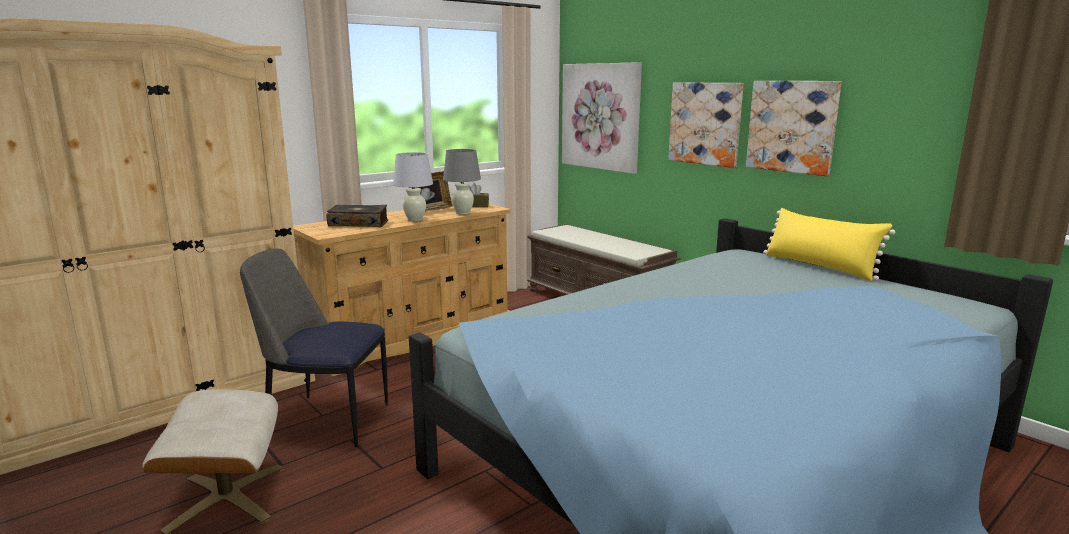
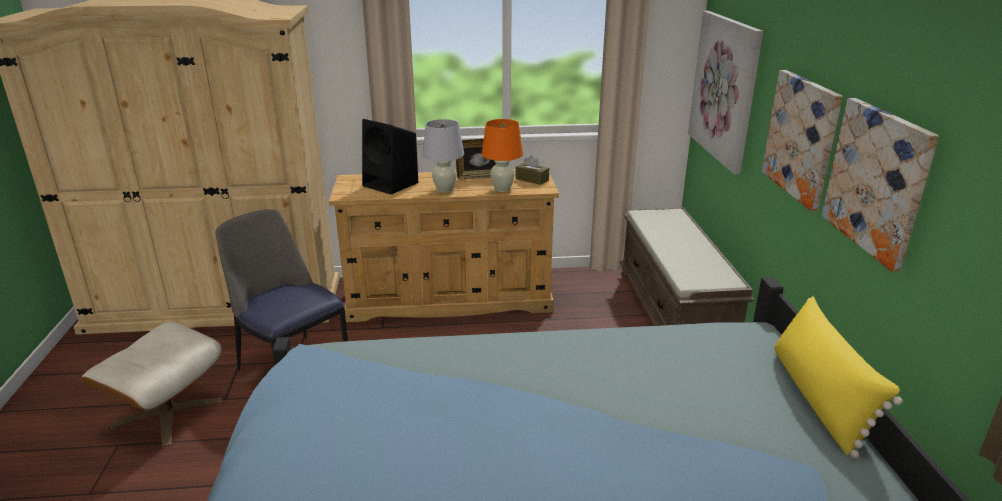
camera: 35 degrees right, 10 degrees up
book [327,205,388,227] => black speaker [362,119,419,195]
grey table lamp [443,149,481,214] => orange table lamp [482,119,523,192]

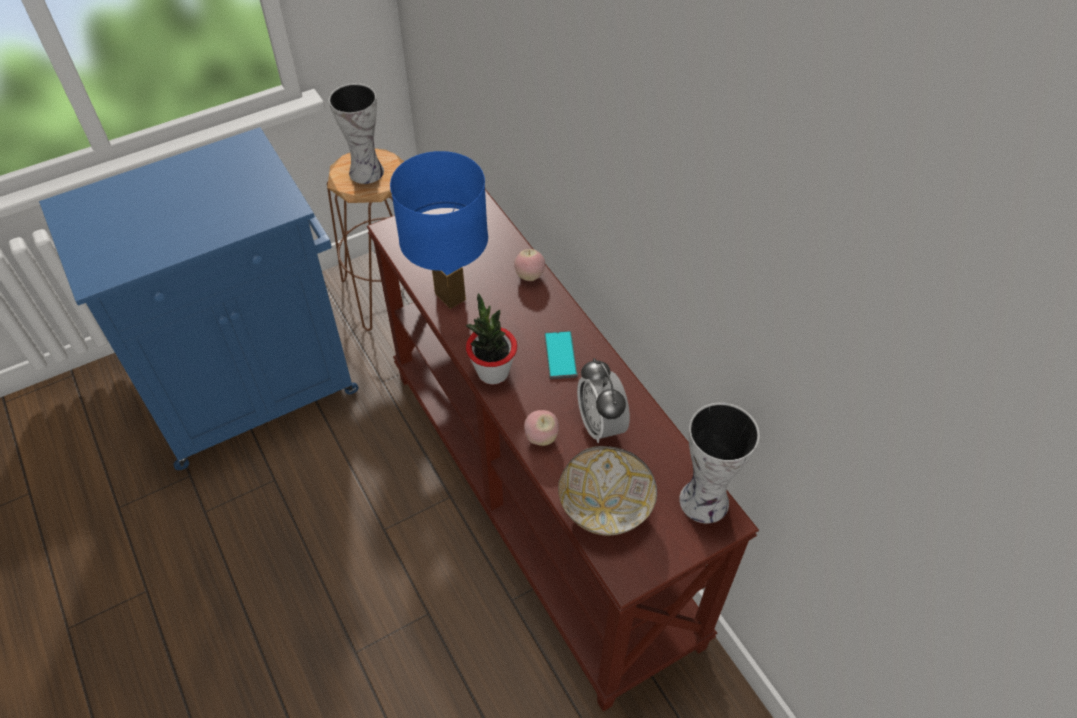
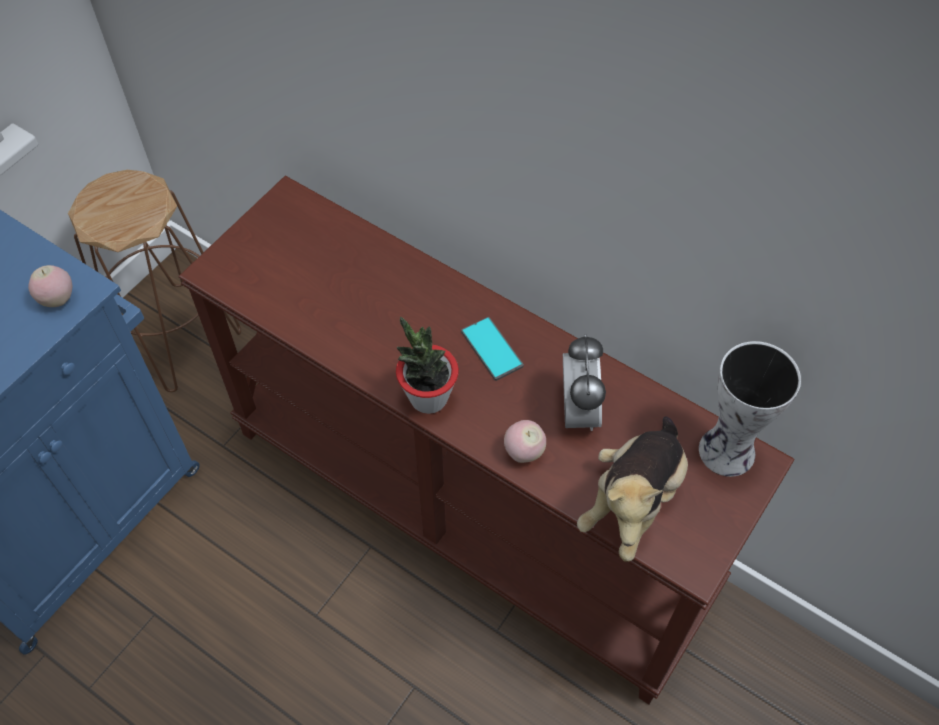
camera: 25 degrees left, 5 degrees up
vase [329,83,384,184] => nothing
blue table lamp [390,151,488,309] => nothing
apple [514,249,545,281] => apple [28,265,72,307], shifted
bowl [558,446,657,536] => plush toy [577,417,688,562]
alarm clock [577,358,630,443] => alarm clock [563,334,606,431], 135 degrees counterclockwise

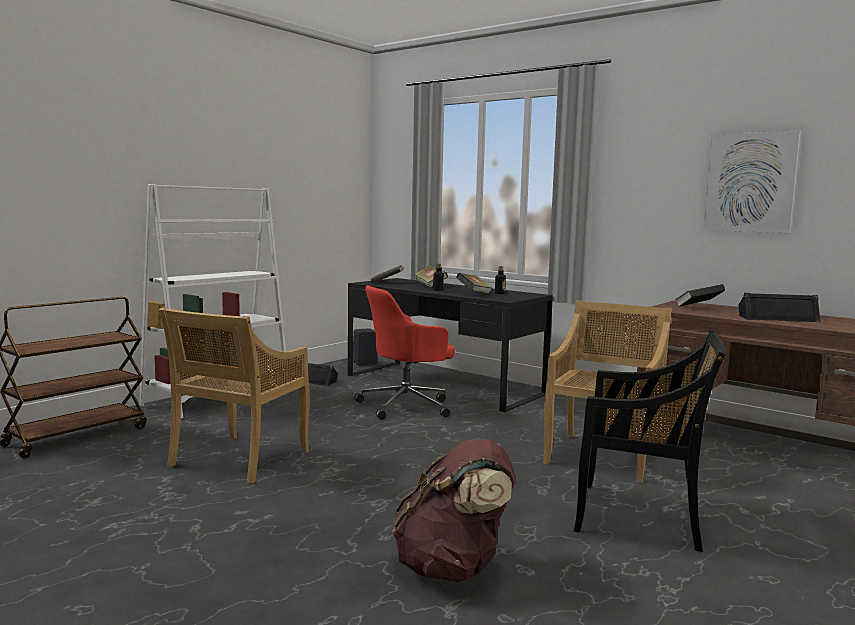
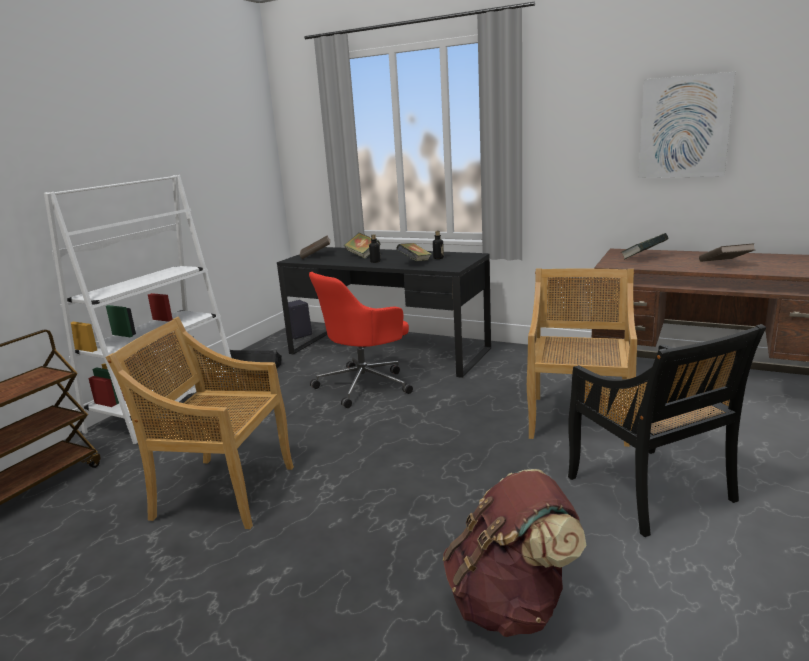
camera: 10 degrees left, 10 degrees up
beige chair [159,307,310,484] => beige chair [106,317,294,529], 90 degrees clockwise
black chair [574,329,725,552] => black chair [568,324,766,537], 60 degrees clockwise
black speaker [738,293,821,323] => brown book [699,243,755,262]

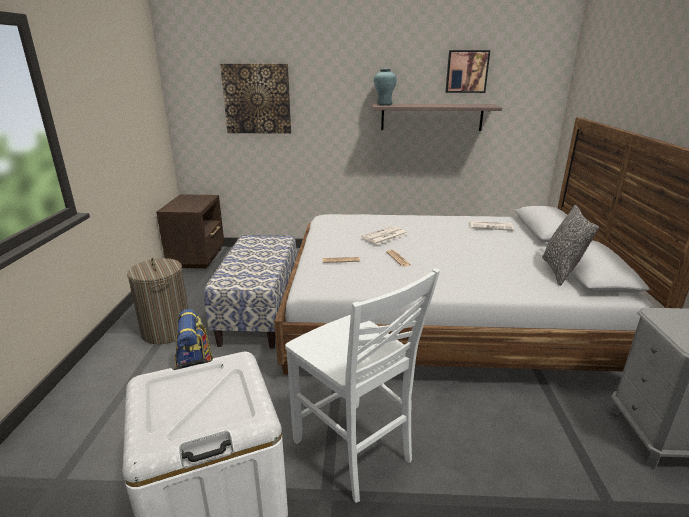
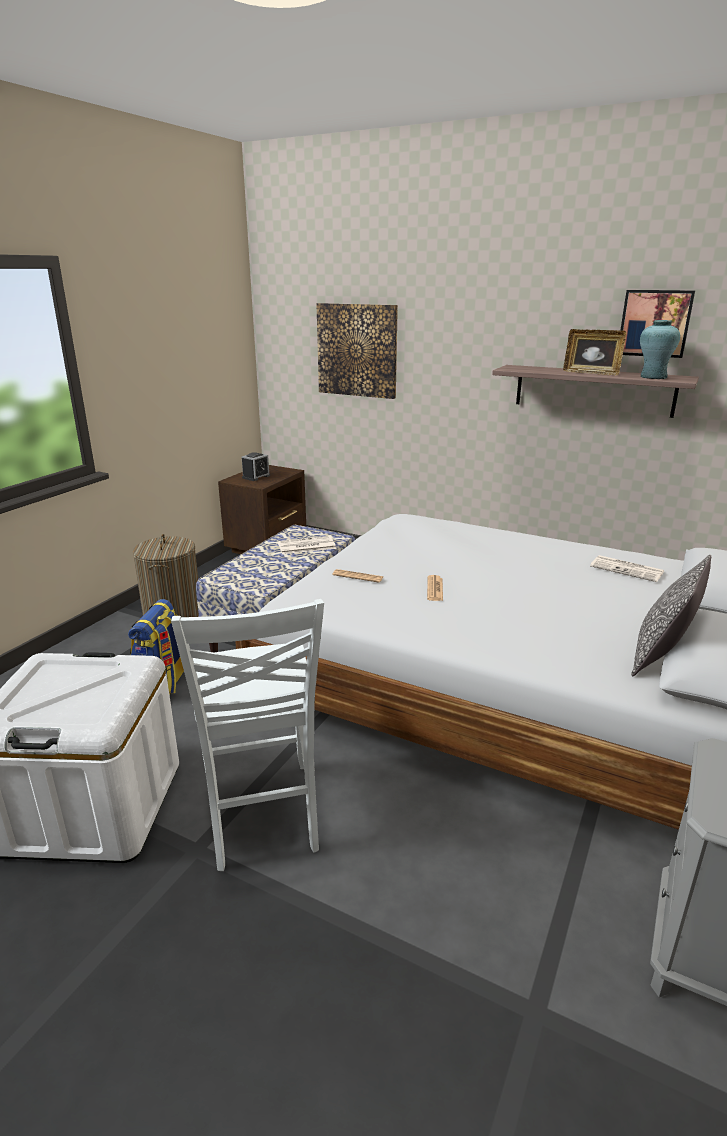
camera: 25 degrees right, 0 degrees up
newspaper [361,226,407,245] => newspaper [278,536,336,554], shifted
turquoise vase [374,69,397,105] => turquoise vase [640,320,680,379], shifted
nothing => alarm clock [241,452,270,481]
nothing => picture frame [563,329,626,375]

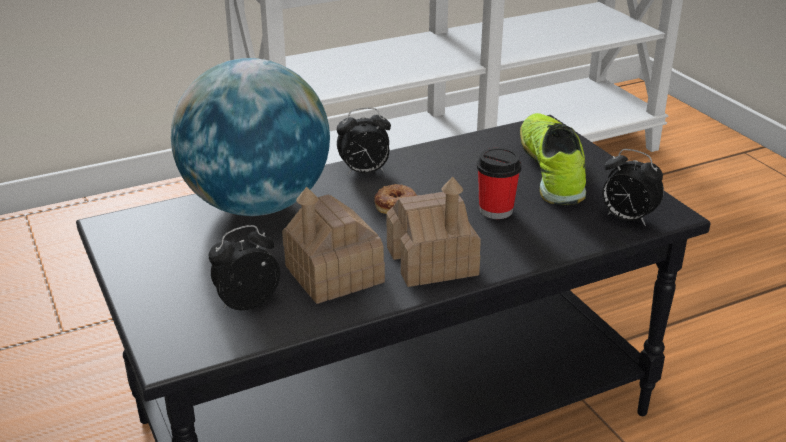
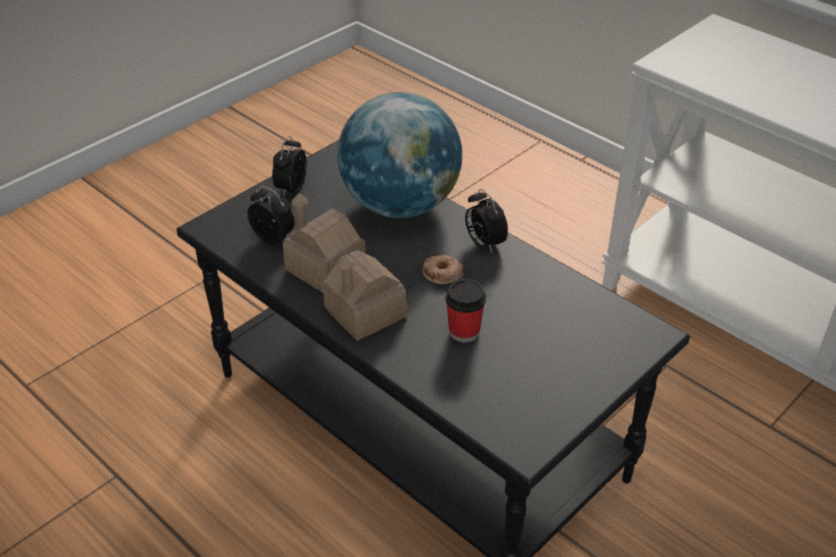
camera: 70 degrees right, 10 degrees up
shoe [520,113,586,205] => nothing
alarm clock [602,149,664,226] => alarm clock [272,136,307,197], shifted

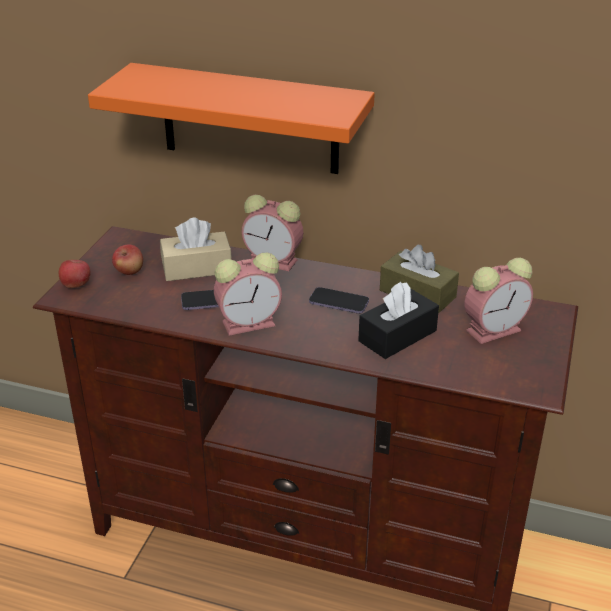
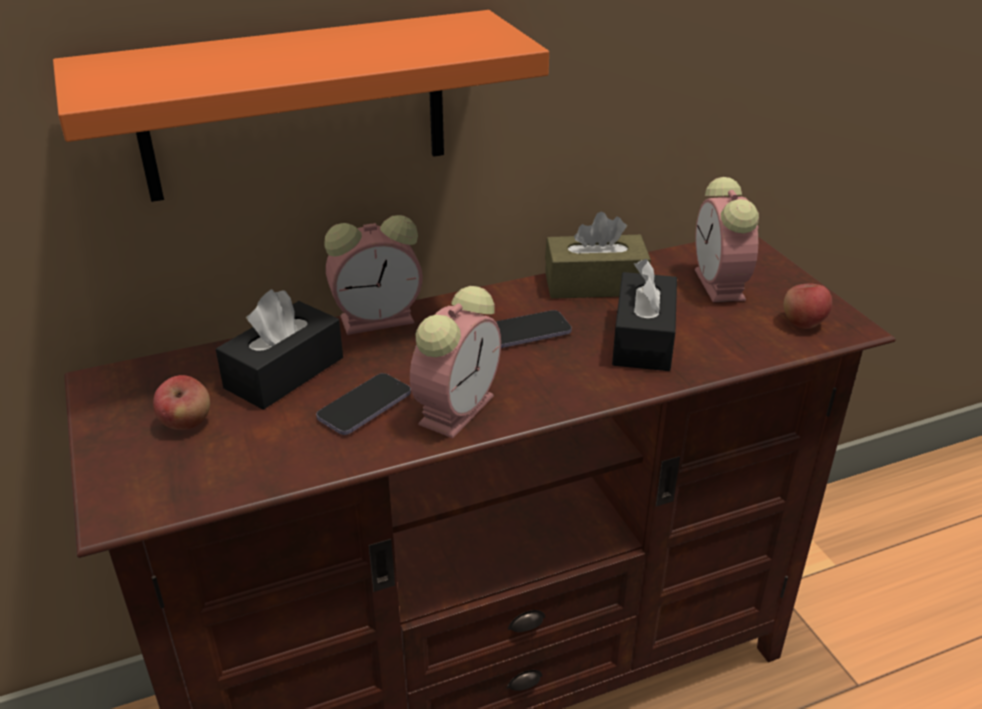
camera: 40 degrees left, 0 degrees up
apple [59,260,91,288] => apple [783,283,832,329], shifted
beige tissue box [160,217,232,281] => black tissue box [216,289,343,410]
alarm clock [465,258,533,344] => alarm clock [695,177,759,303], 150 degrees clockwise

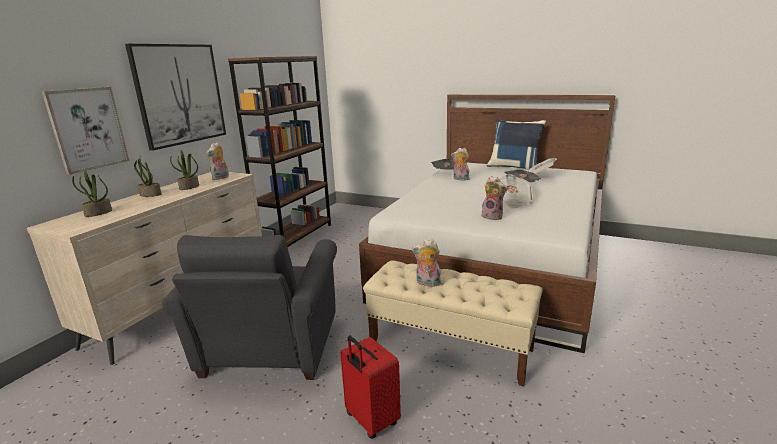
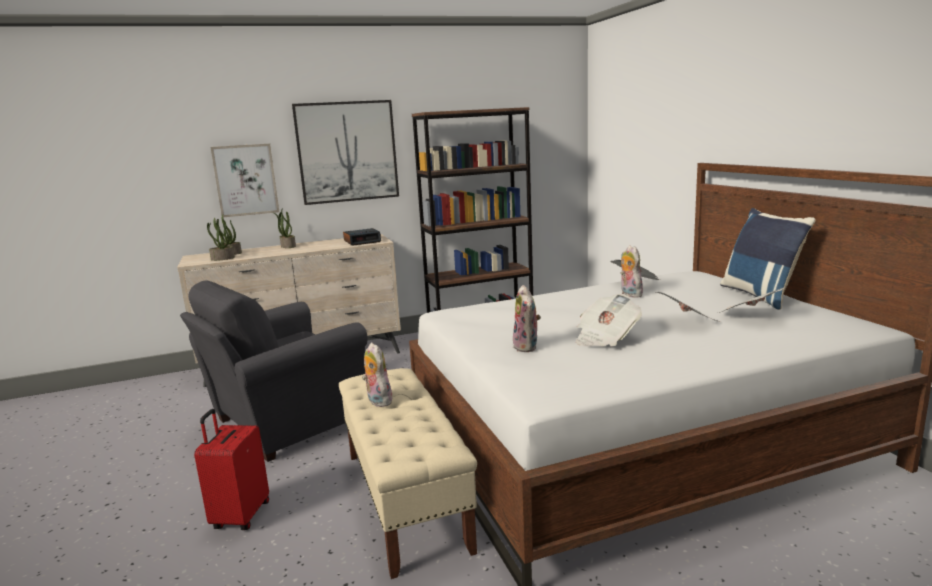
camera: 45 degrees right, 5 degrees down
potted plant [170,150,199,190] => potted plant [207,218,235,261], shifted
plush toy [206,142,229,180] => alarm clock [343,228,381,246]

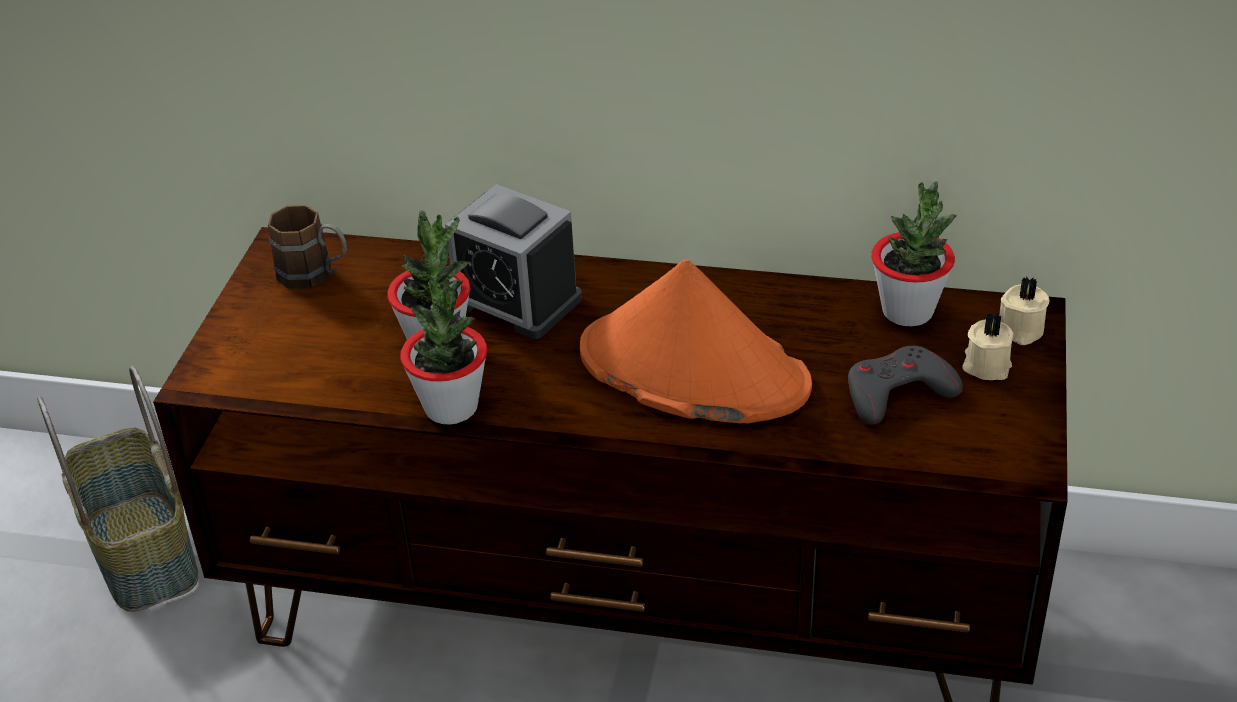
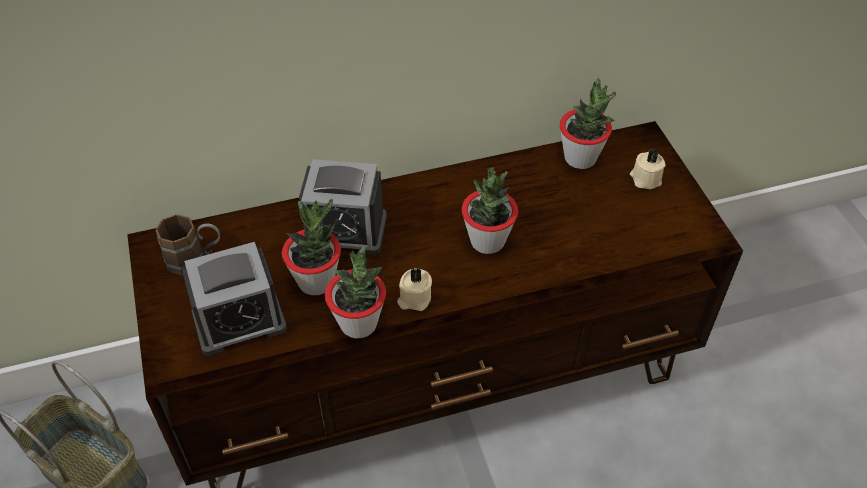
camera: 30 degrees left, 10 degrees up
orange hat [580,259,812,423] => potted plant [461,167,518,254]
grey game controller [848,346,963,425] => nothing
beige candle [999,276,1049,345] => beige candle [397,267,432,311], shifted
nothing => alarm clock [182,242,287,356]

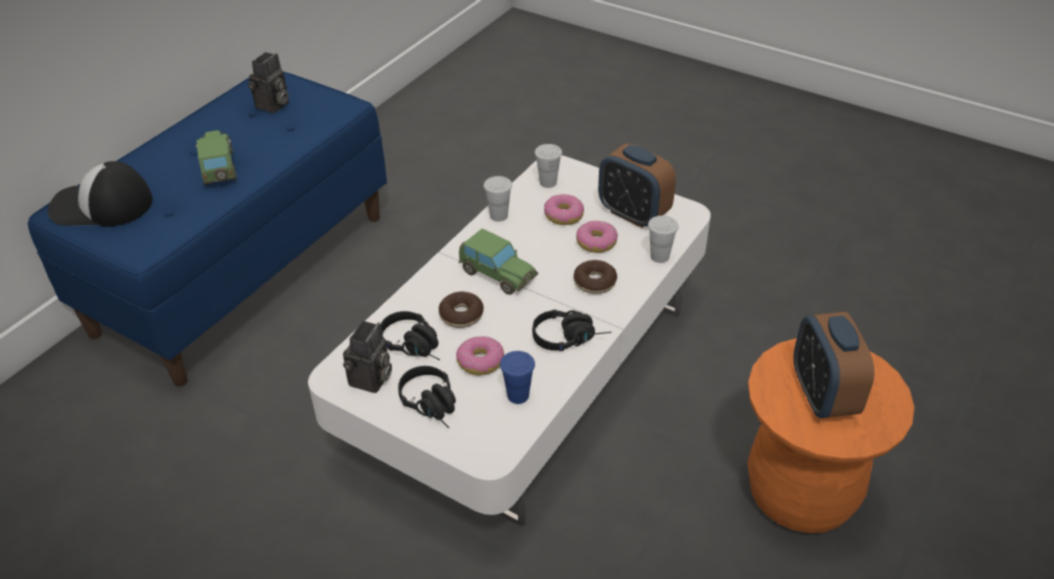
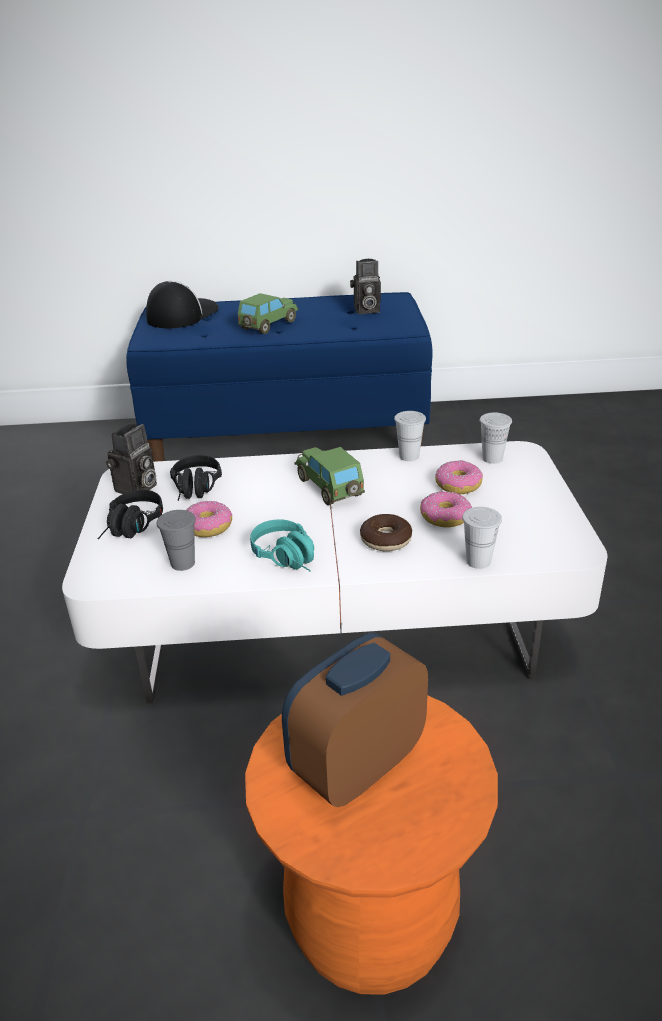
camera: 55 degrees right, 10 degrees down
cap [48,161,153,227] => cap [146,281,219,328], 60 degrees clockwise
photo camera [343,321,392,393] => photo camera [106,423,157,494], 45 degrees counterclockwise
donut [439,292,484,328] => nothing
toy car [459,228,538,295] => toy car [294,447,365,505], 150 degrees clockwise
blue cup [500,351,535,404] => grey cup [157,510,196,571]
black headphones [532,309,611,351] => turquoise headphones [250,519,314,572]
alarm clock [598,144,676,228] => nothing

